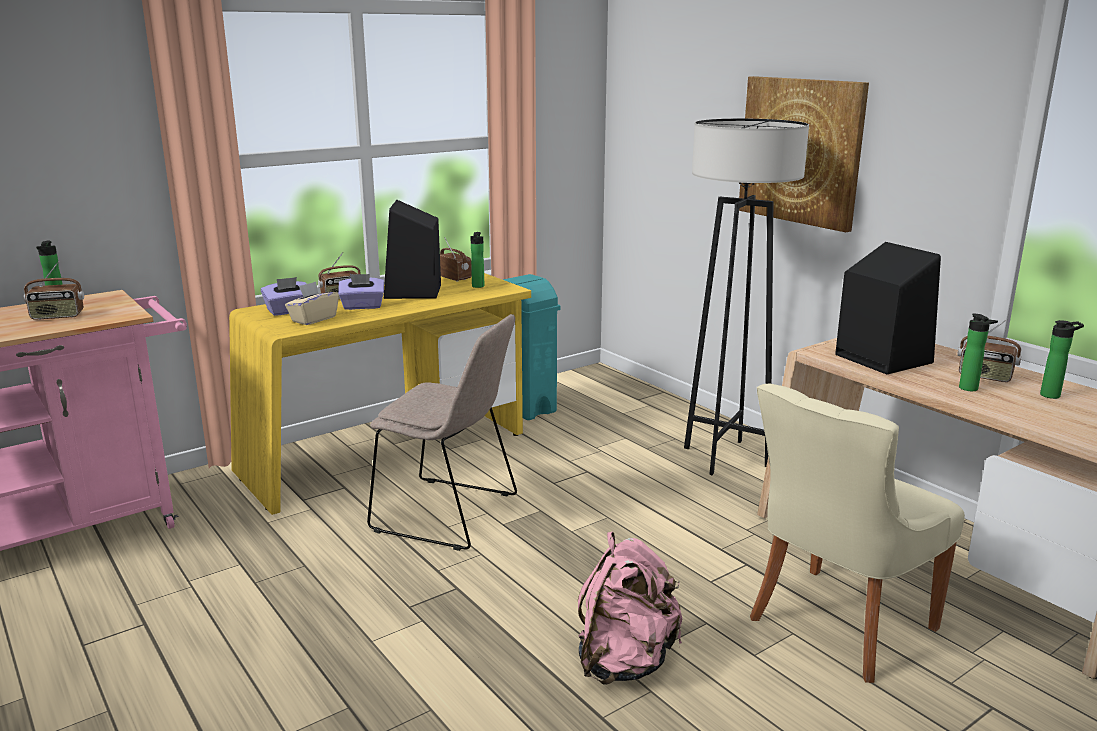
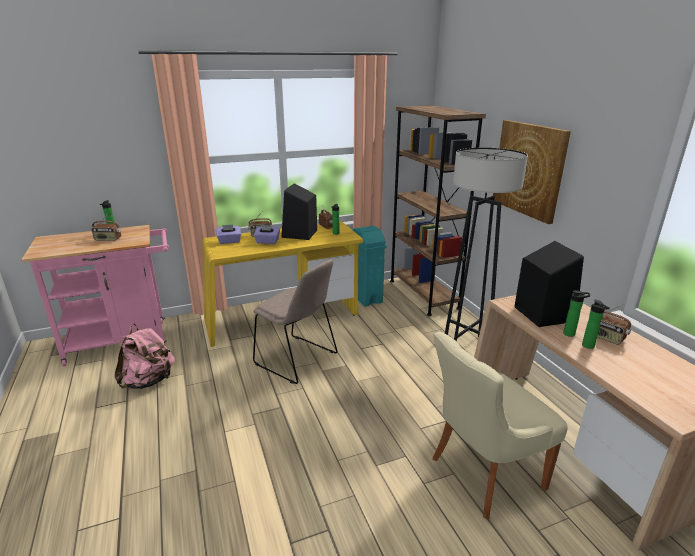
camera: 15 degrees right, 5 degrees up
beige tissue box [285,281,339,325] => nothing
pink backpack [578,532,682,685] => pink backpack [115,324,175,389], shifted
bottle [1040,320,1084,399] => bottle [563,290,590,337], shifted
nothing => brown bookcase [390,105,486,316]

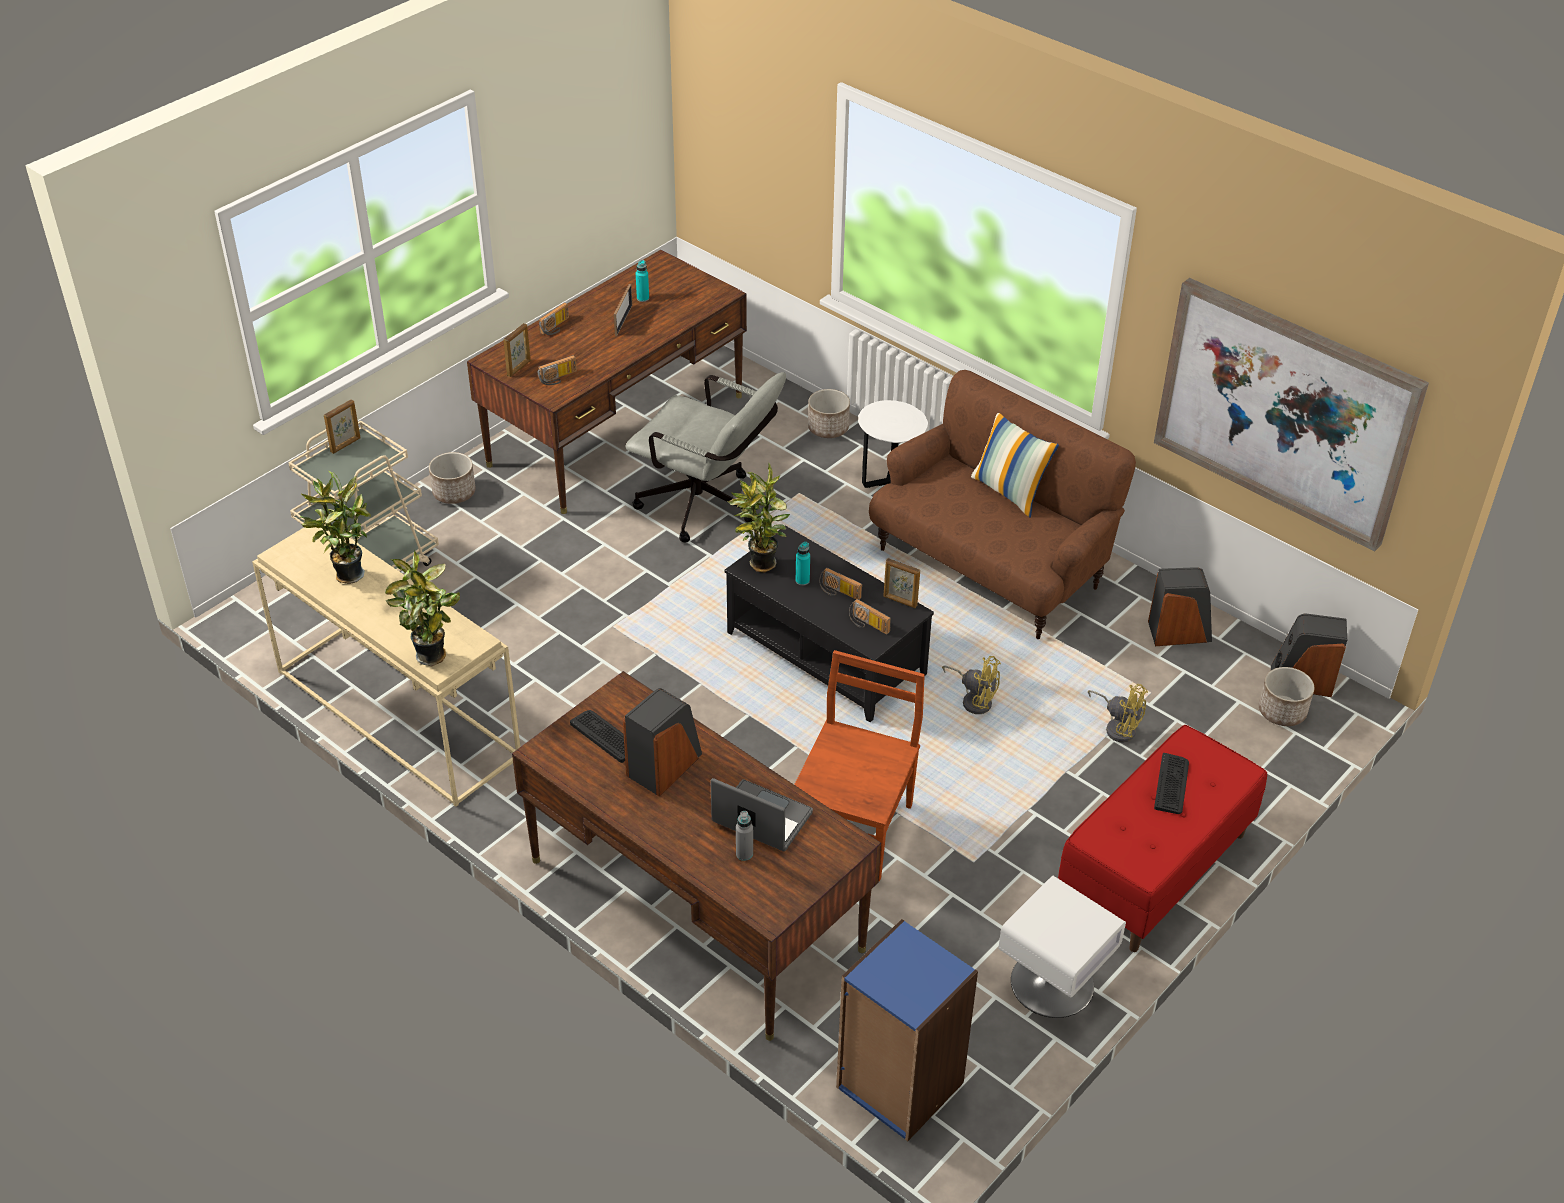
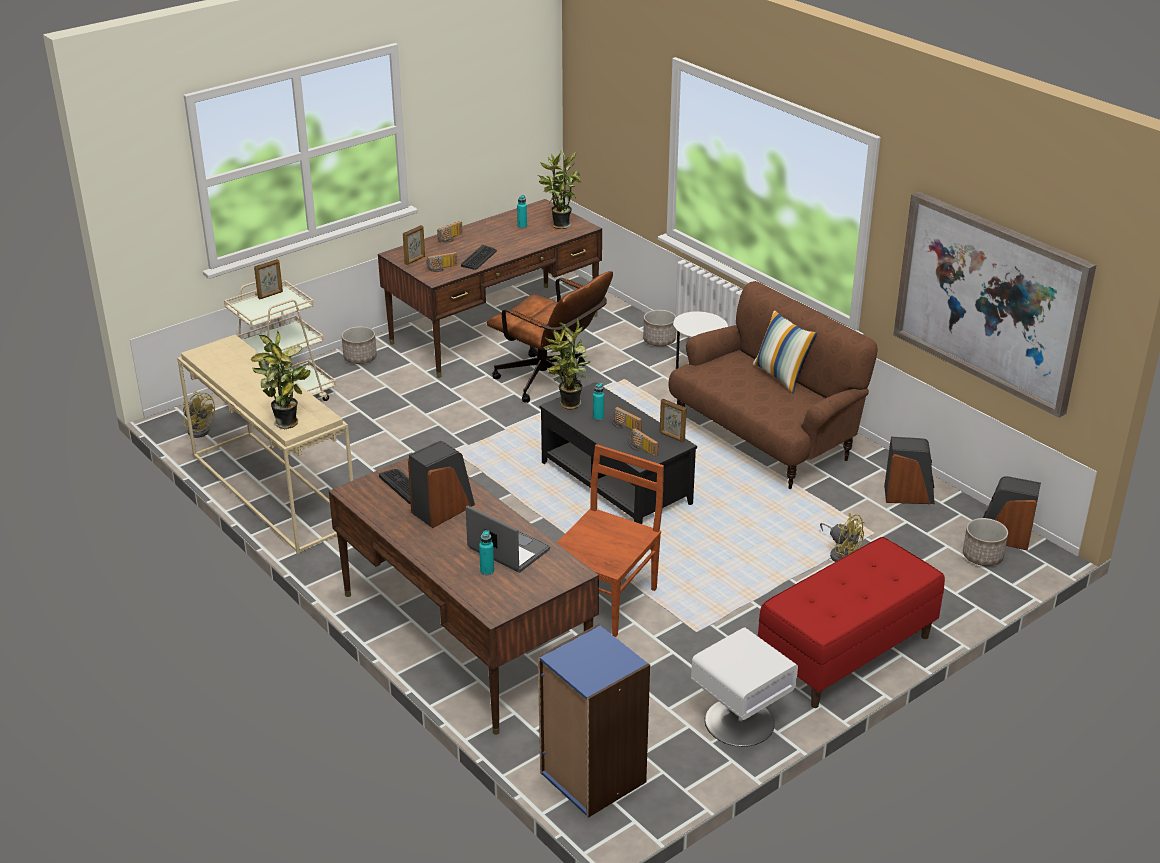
camera: 10 degrees right, 10 degrees down
potted plant [300,471,371,584] => potted plant [538,149,581,229], shifted
picture frame [614,284,632,336] => nothing
grey office chair [625,372,786,543] => brown office chair [487,271,613,403]
grey bottle [736,811,753,861] => turquoise bottle [479,530,494,575]
yellow fan [942,656,1001,714] => yellow fan [183,391,215,438], shifted
keyboard [1154,753,1189,814] => keyboard [461,245,497,270], shifted

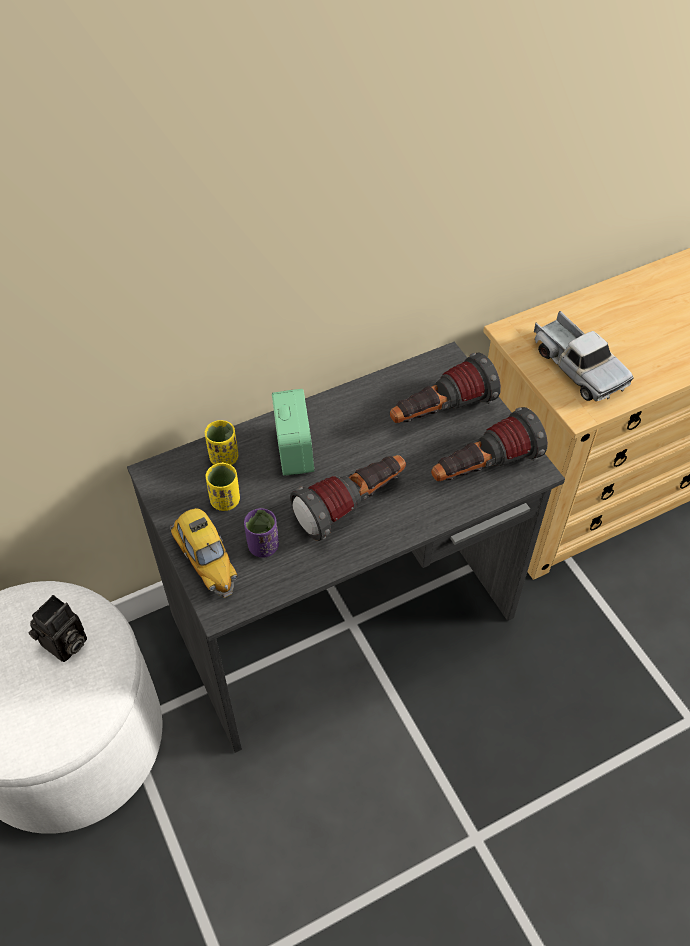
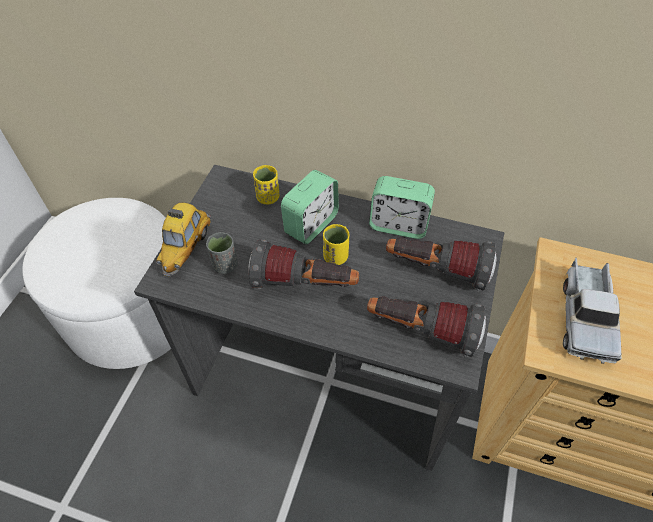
camera: 45 degrees right, 0 degrees up
photo camera [29,595,87,662] => nothing
yellow cup [206,462,240,511] => yellow cup [323,224,350,265], shifted
purple cup [244,508,279,557] => grey cup [206,232,238,274]
nothing => alarm clock [369,176,435,239]

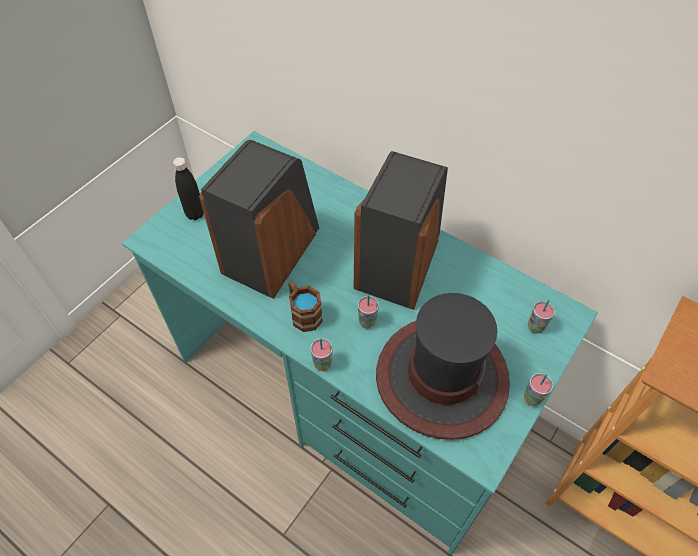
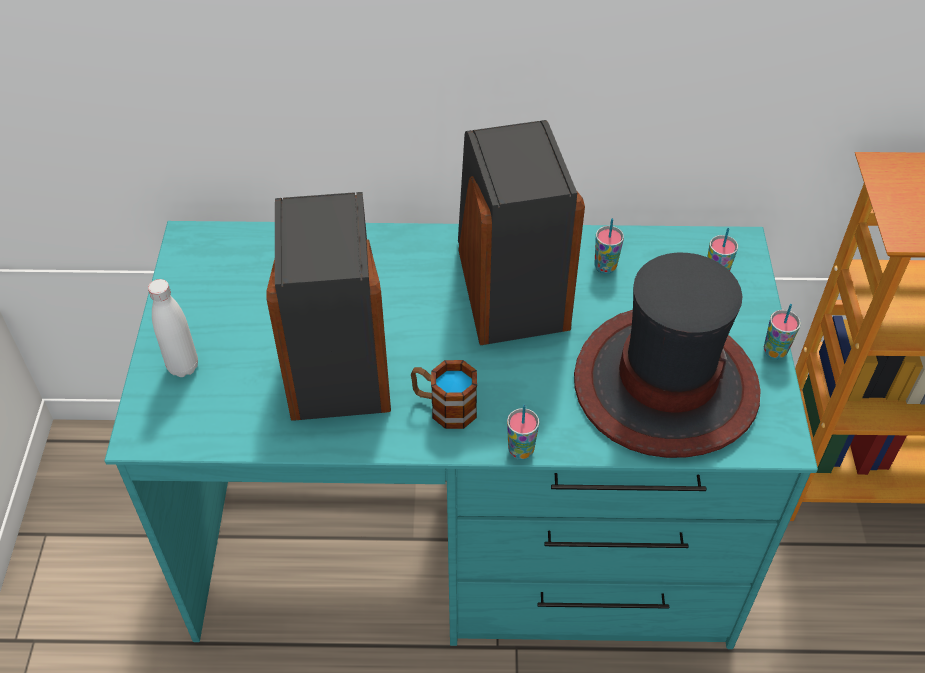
camera: 35 degrees left, 5 degrees down
black bottle [173,157,204,220] => white bottle [148,279,198,377]
cup [358,295,379,328] => cup [594,218,624,274], shifted

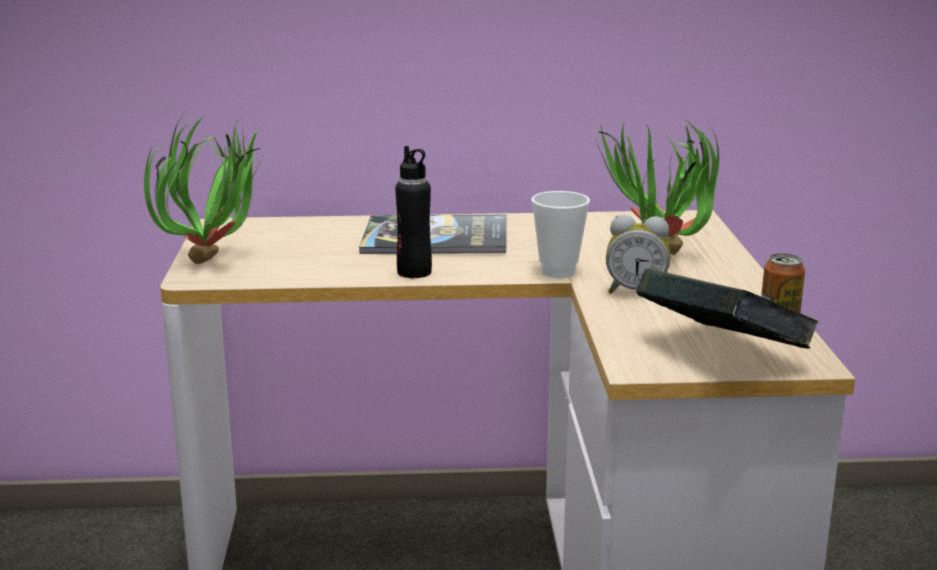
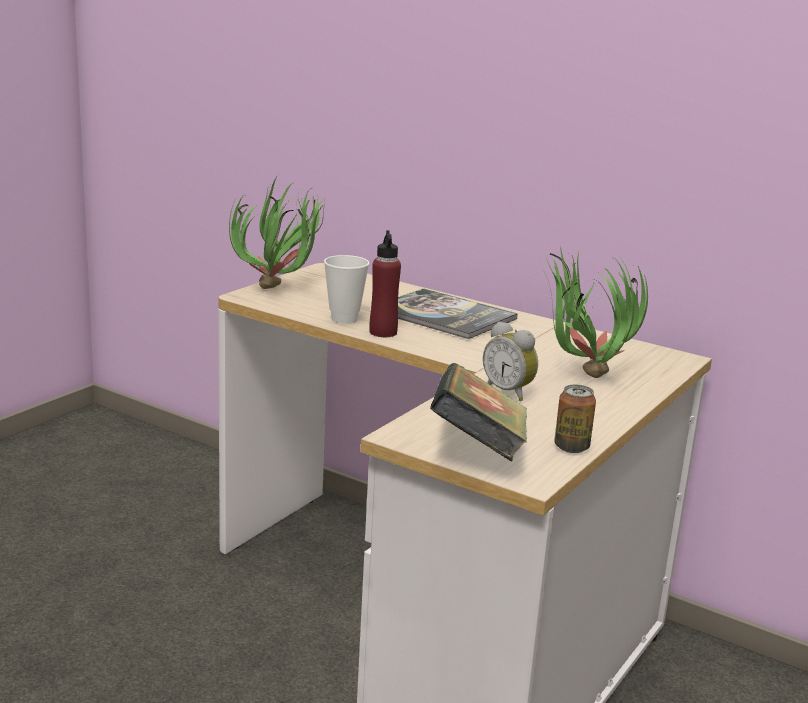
camera: 35 degrees right, 0 degrees up
black bottle [395,146,432,278] => red bottle [369,230,401,337]
cup [531,191,590,278] => cup [324,255,369,324], shifted

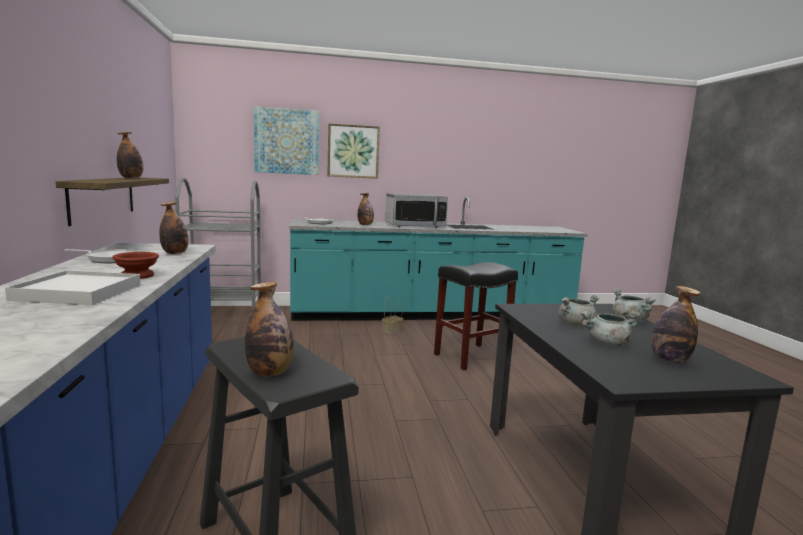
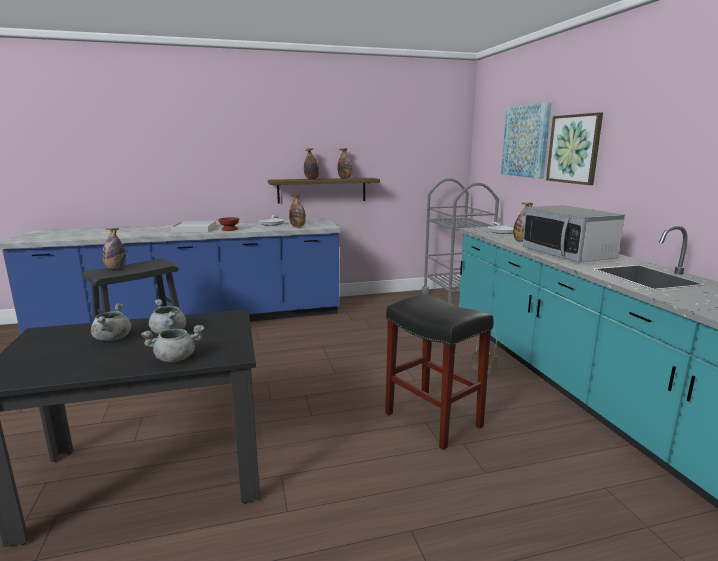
camera: 85 degrees right, 5 degrees up
bottle [652,286,700,364] => bottle [304,148,319,179], shifted

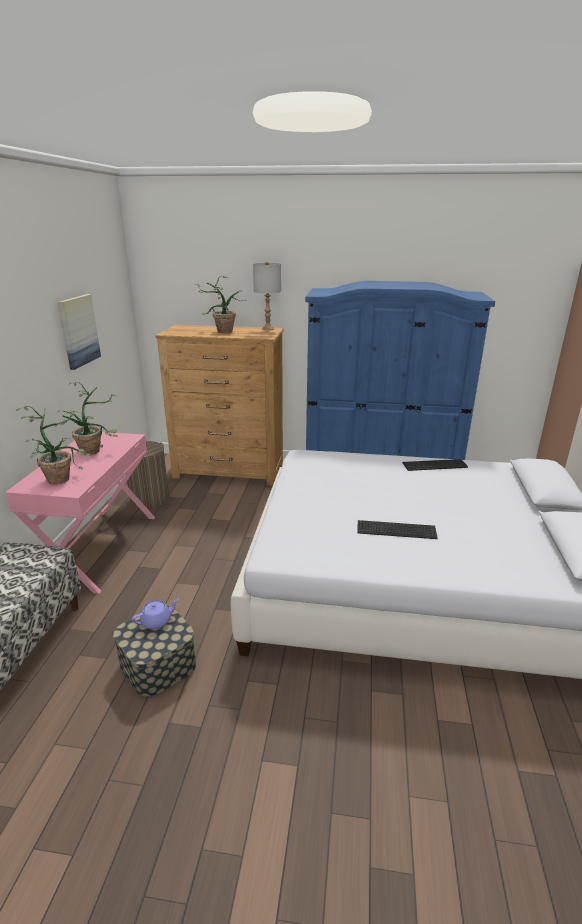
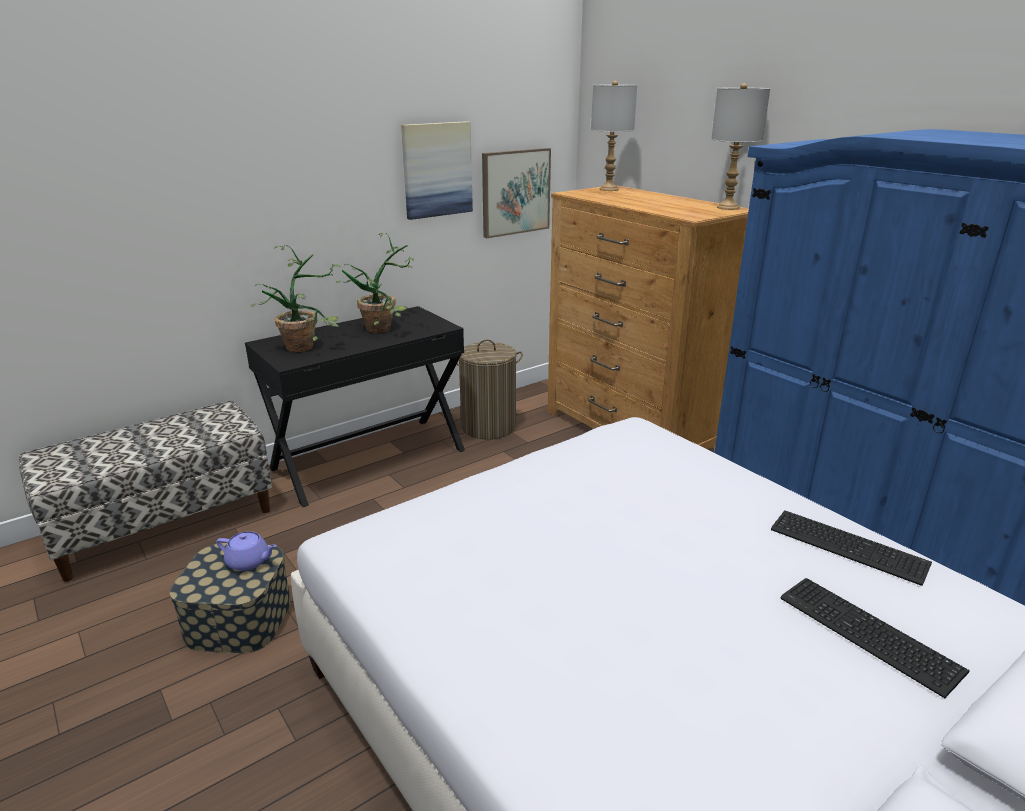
camera: 45 degrees right, 0 degrees up
pink desk [5,432,155,594] => black desk [245,306,465,507]
potted plant [195,276,246,333] => nothing
keyboard [357,520,438,539] => keyboard [780,578,970,698], shifted
nothing => picture [482,148,551,238]
nothing => grey table lamp [591,81,637,191]

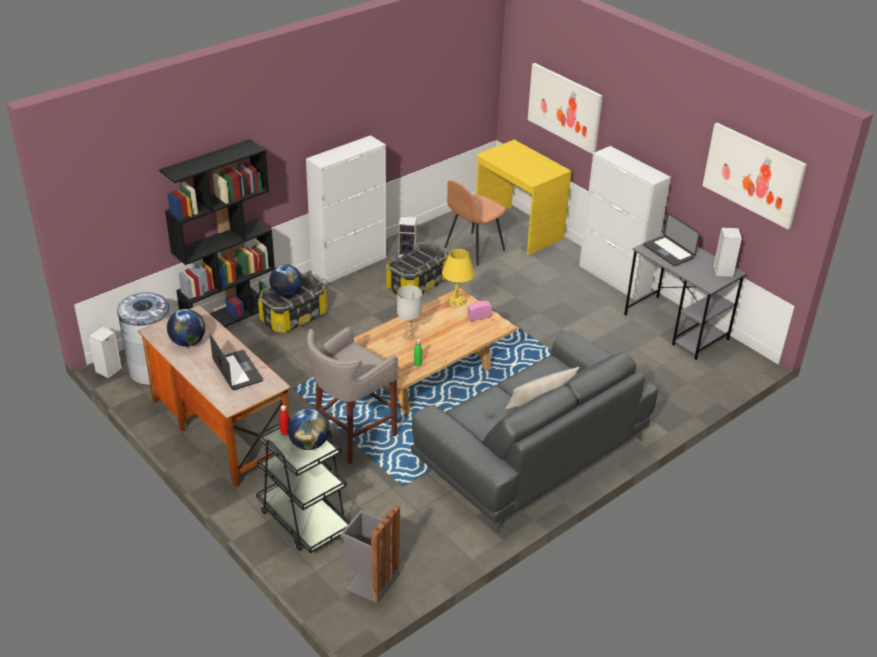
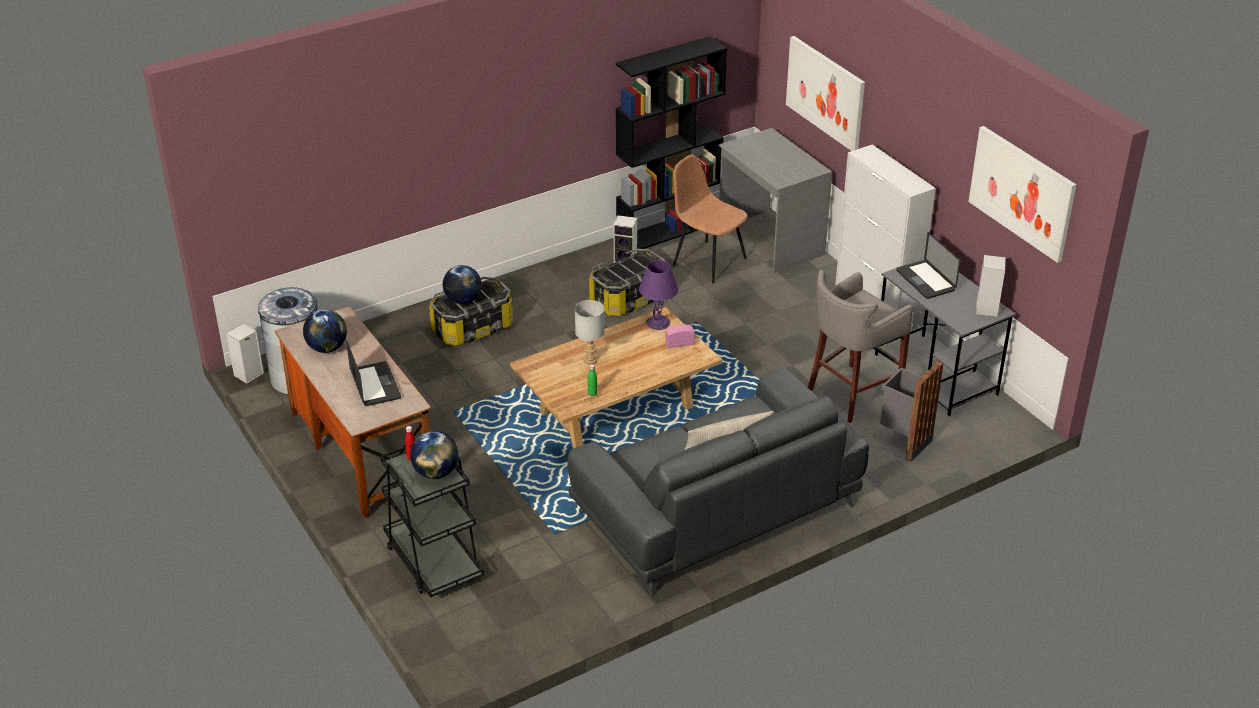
camera: 10 degrees right, 0 degrees up
black bookcase [159,139,275,327] => black bookcase [615,36,727,249], shifted
white cabinet [306,135,386,284] => nothing
grey stool [307,327,398,464] => grey stool [808,269,914,423], shifted
grey trash can [340,505,400,604] => grey trash can [879,361,944,462], shifted
yellow table lamp [442,249,475,307] => purple table lamp [639,260,678,330]
brown chair [445,180,506,266] => brown chair [673,155,748,283], 75 degrees clockwise
yellow desk [476,140,572,256] => grey desk [719,128,832,273]

